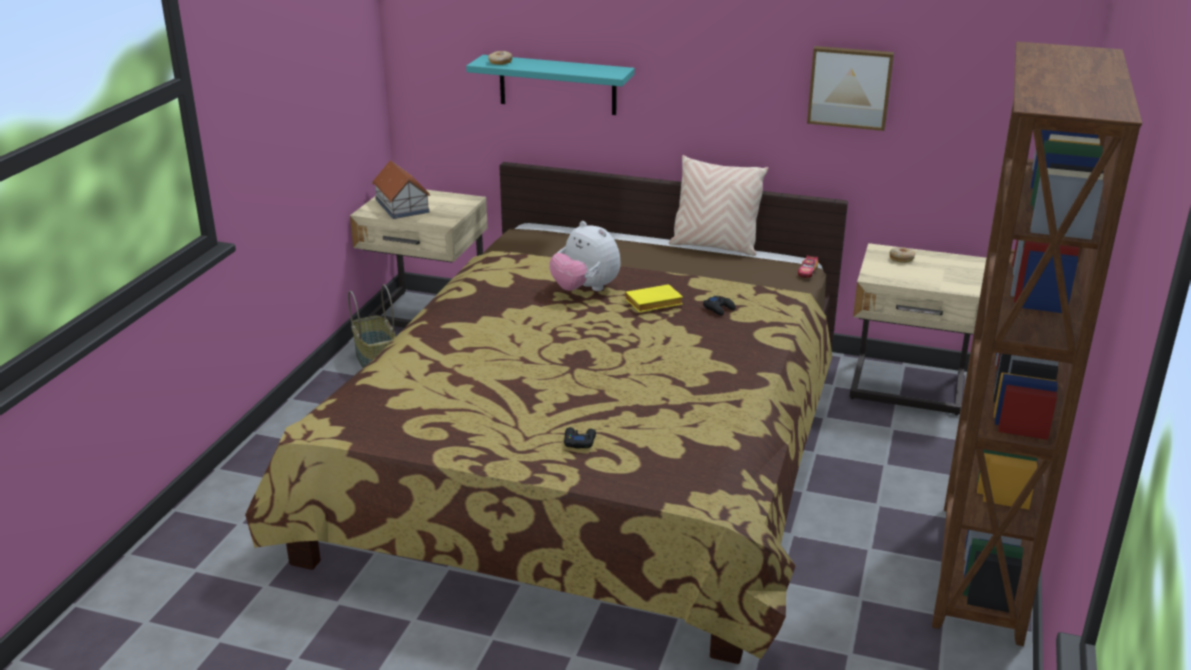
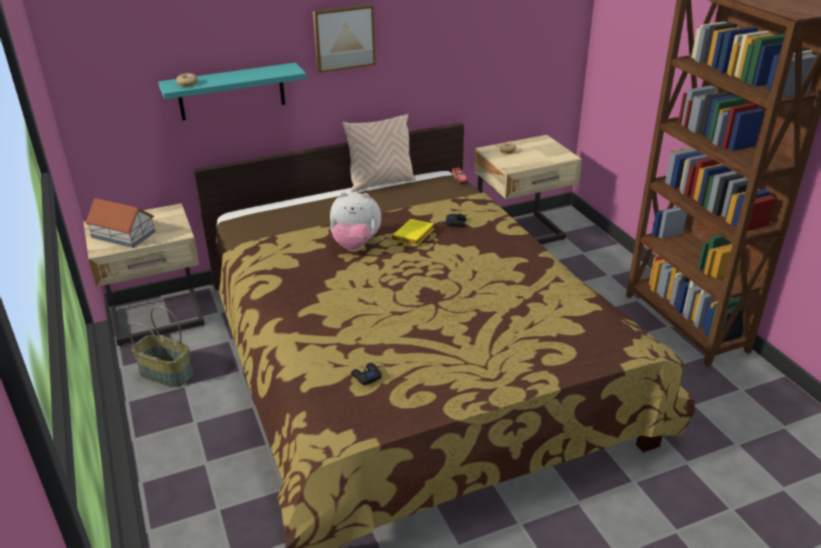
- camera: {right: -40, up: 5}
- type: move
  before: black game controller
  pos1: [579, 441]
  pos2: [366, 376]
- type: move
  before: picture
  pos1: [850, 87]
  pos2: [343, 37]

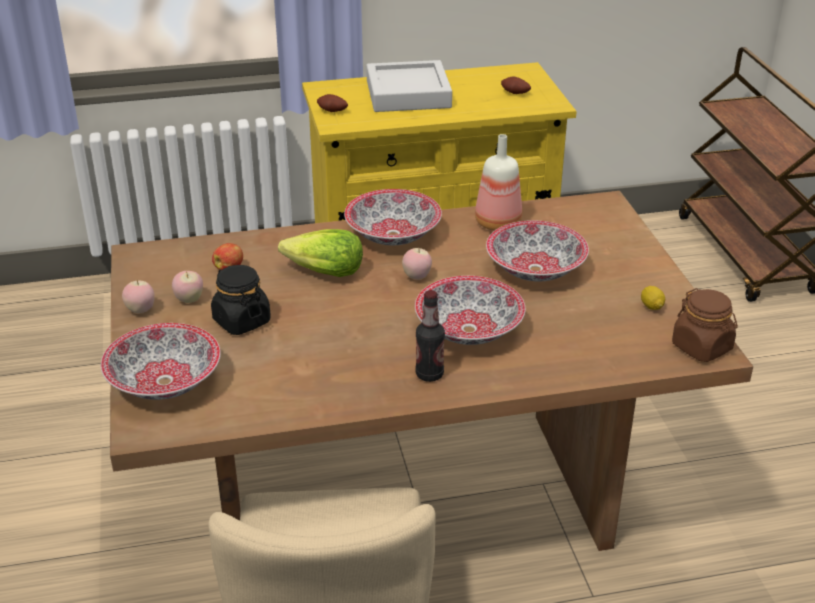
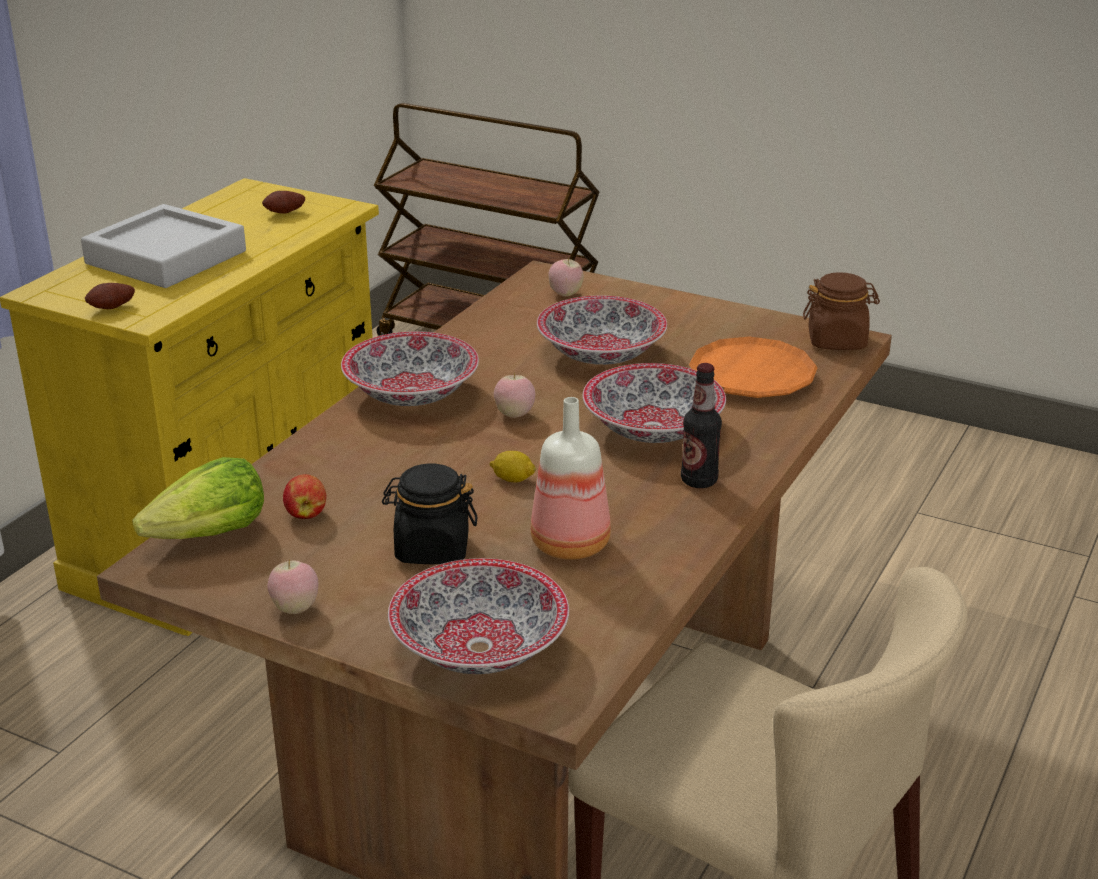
- camera: {right: -50, up: -5}
- type: insert
  after: orange plate
  pos2: [752, 376]
- type: move
  before: apple
  pos1: [189, 300]
  pos2: [565, 294]
- type: move
  before: lettuce
  pos1: [324, 272]
  pos2: [210, 535]
- type: move
  before: bottle
  pos1: [498, 224]
  pos2: [573, 545]
- type: move
  before: lemon
  pos1: [651, 306]
  pos2: [513, 479]

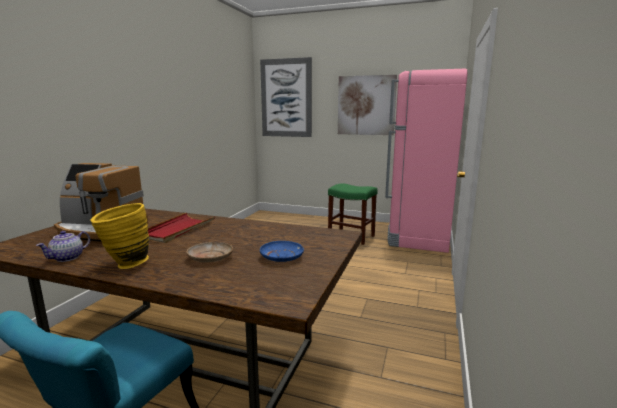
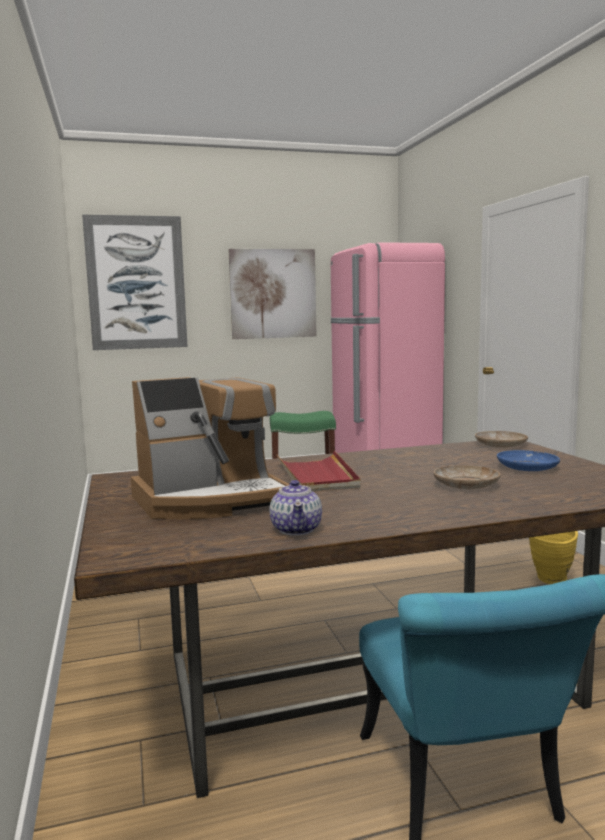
- camera: {right: -35, up: -5}
- type: insert
  after: beige plate
  pos2: [500, 445]
- type: move
  before: yellow vase
  pos1: [125, 265]
  pos2: [551, 581]

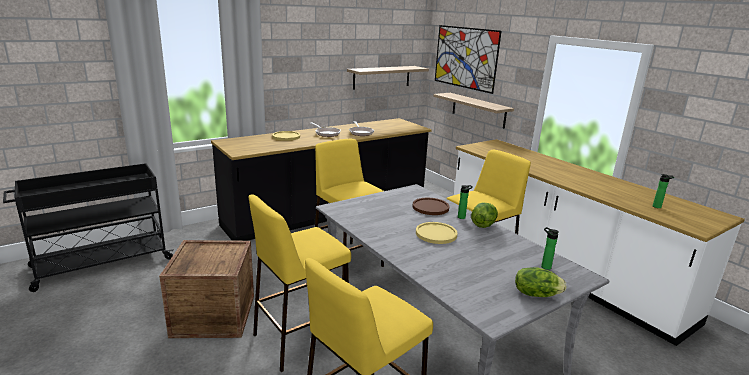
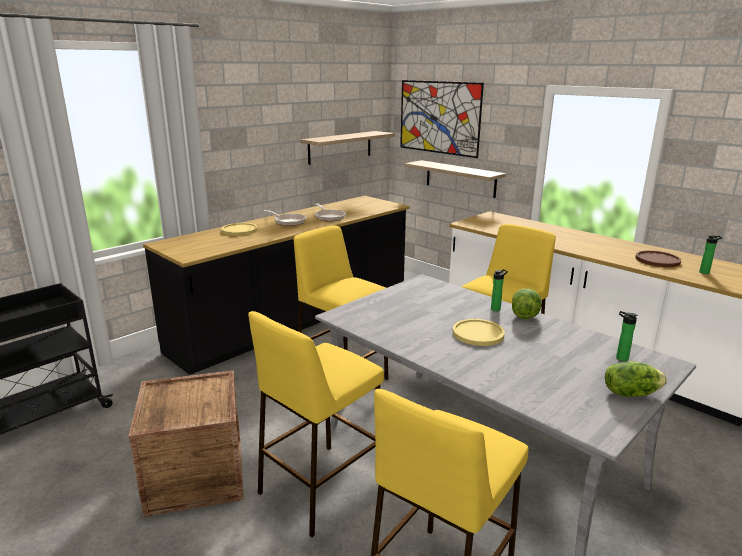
- camera: {right: -10, up: 0}
- type: move
  before: brown plate
  pos1: [430, 207]
  pos2: [657, 260]

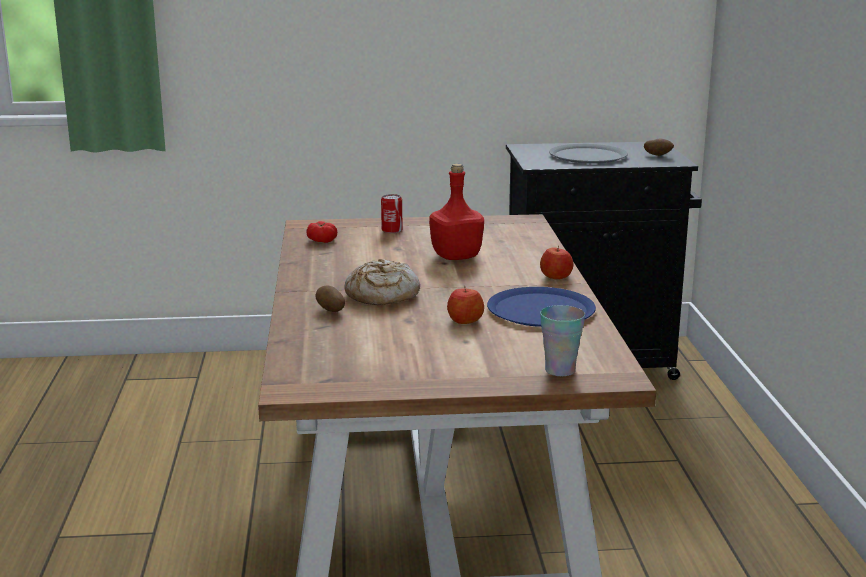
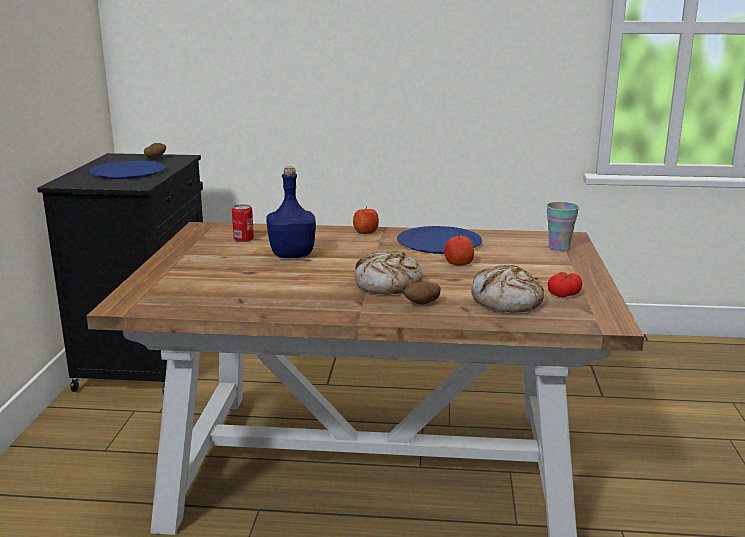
- camera: {right: -80, up: 0}
- type: insert
  after: bread
  pos2: [507, 301]
- type: move
  before: tomato
  pos1: [321, 240]
  pos2: [564, 294]
- type: move
  before: can
  pos1: [392, 230]
  pos2: [243, 239]
- type: recolor
  before: red bottle
  after: blue bottle
  pos1: [455, 256]
  pos2: [292, 255]
- type: recolor
  before: grey plate
  after: blue plate
  pos1: [587, 155]
  pos2: [128, 172]

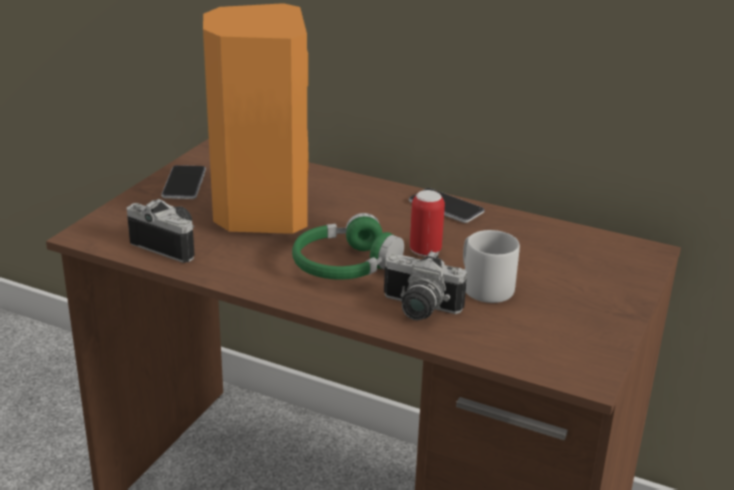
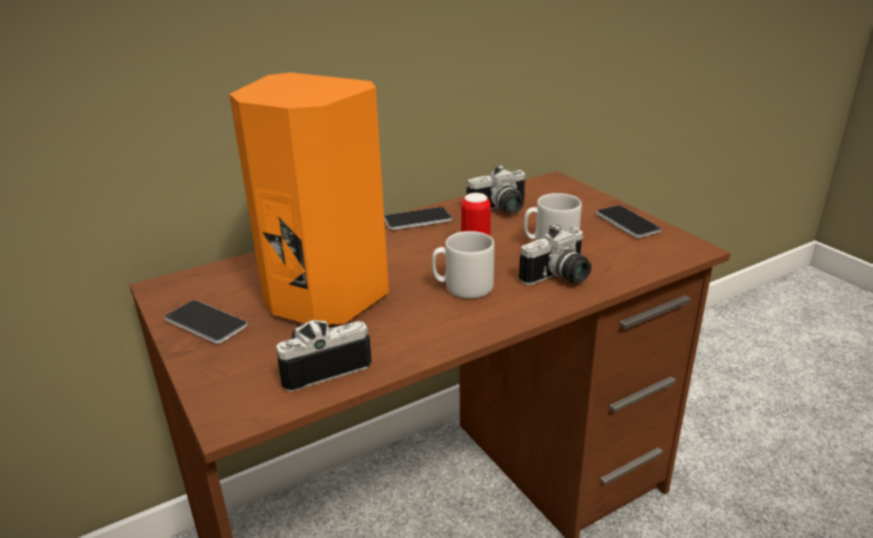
- camera: {right: -55, up: 0}
- type: insert
  after: photo camera
  pos2: [501, 210]
- type: insert
  after: phone
  pos2: [627, 223]
- type: replace
  before: green headphones
  after: grey mug
  pos1: [345, 265]
  pos2: [462, 287]

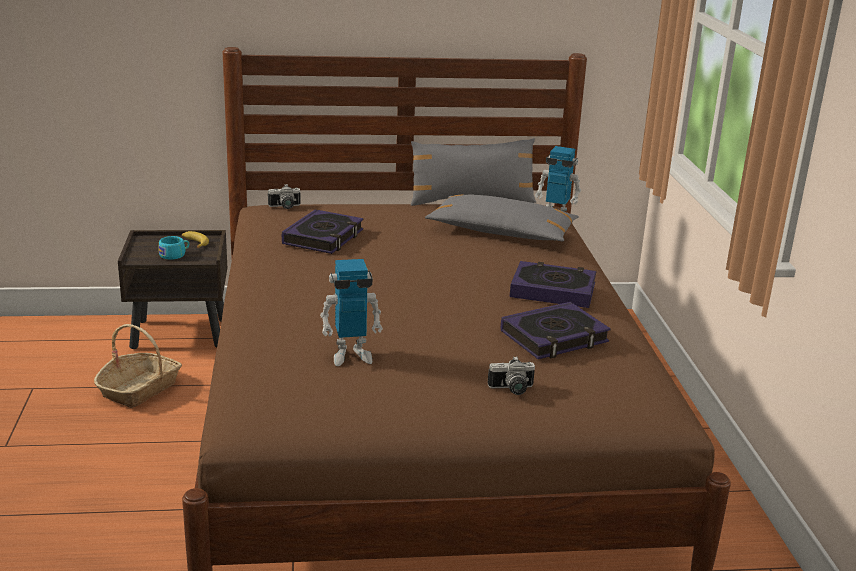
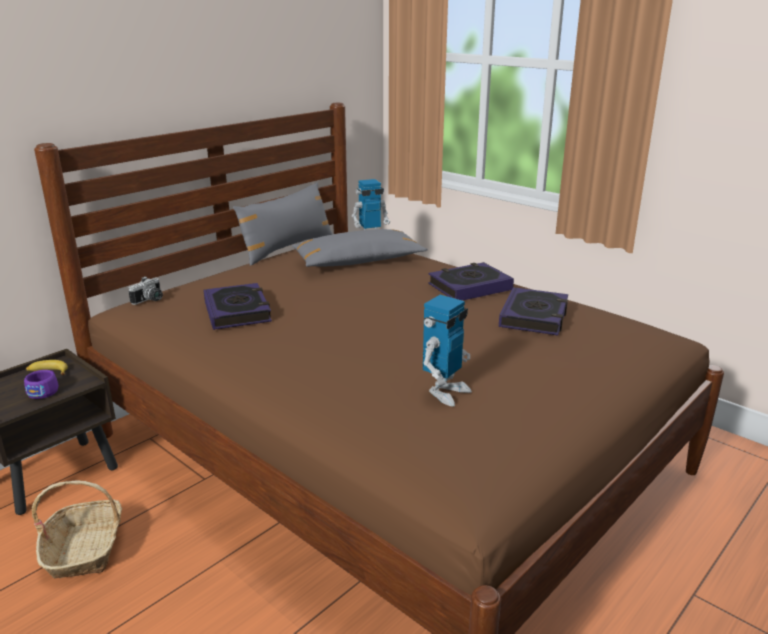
- camera: {right: -40, up: 0}
- type: delete
  before: photo camera
  pos1: [512, 390]
- type: recolor
  before: turquoise cup
  after: purple cup
  pos1: [175, 255]
  pos2: [45, 391]

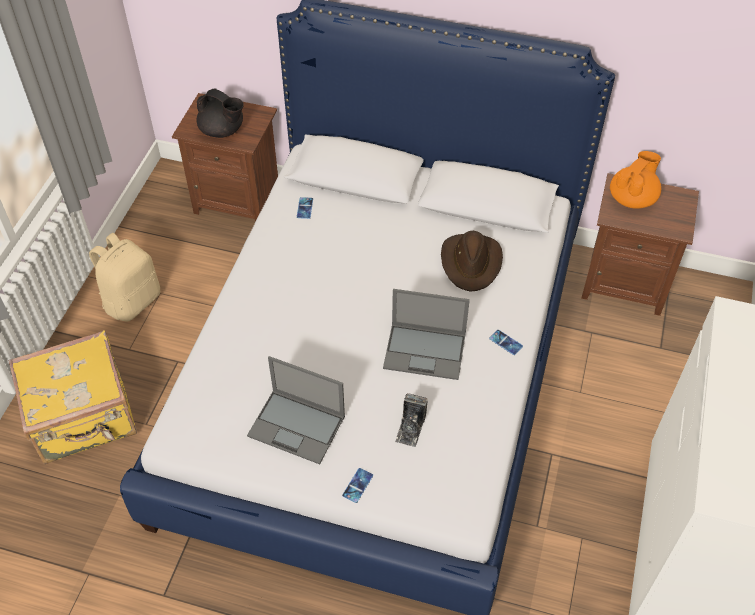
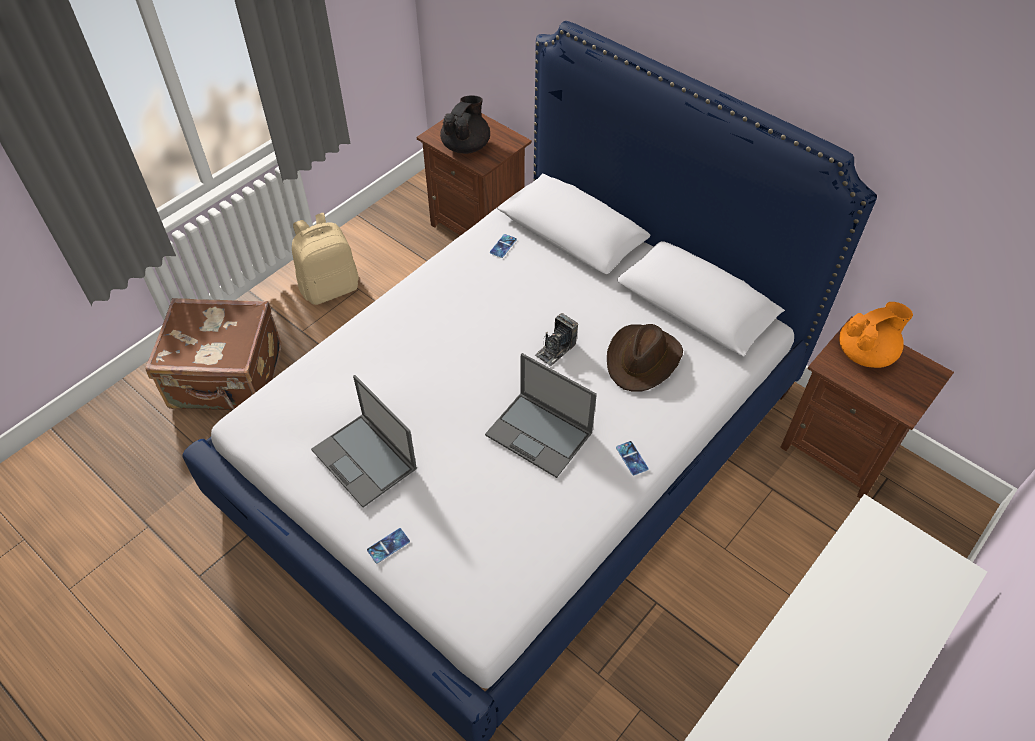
- camera: {right: 25, up: 0}
- type: move
  before: photo camera
  pos1: [410, 428]
  pos2: [555, 349]
- type: recolor
  before: yellow suitcase
  after: brown suitcase
  pos1: [84, 418]
  pos2: [227, 379]
- type: rotate
  before: black teapot
  pos1: [222, 130]
  pos2: [466, 146]
  turn: -120

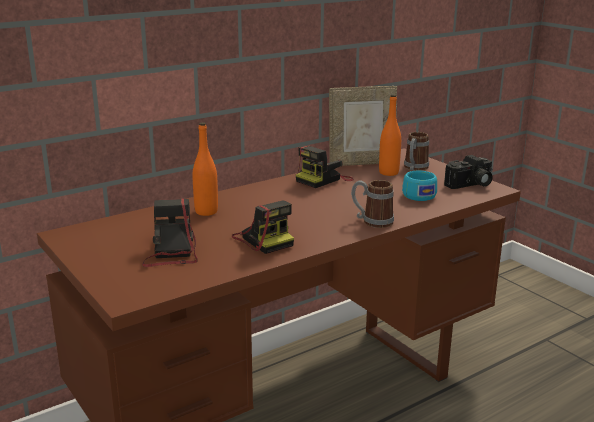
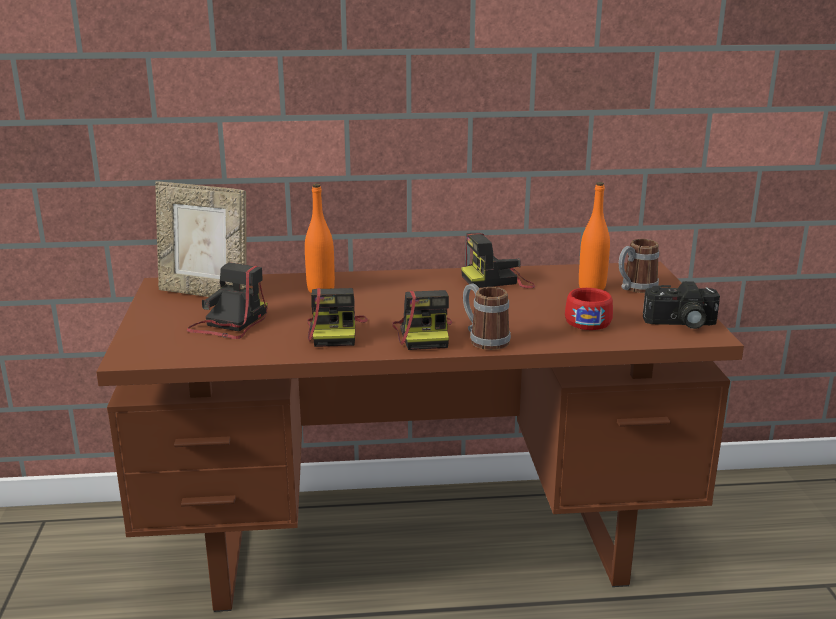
- camera: {right: 30, up: 0}
- type: insert
  after: photo camera
  pos2: [424, 334]
- type: move
  before: picture frame
  pos1: [361, 163]
  pos2: [206, 293]
- type: recolor
  before: turquoise cup
  after: red cup
  pos1: [417, 194]
  pos2: [588, 320]

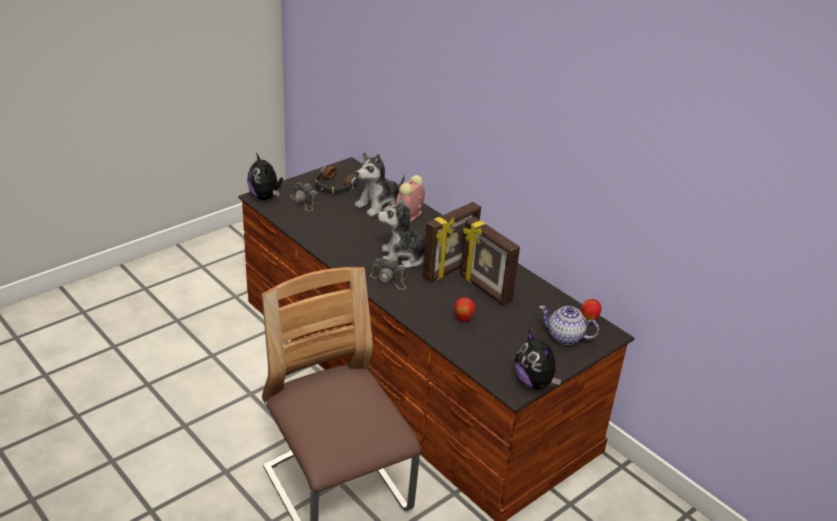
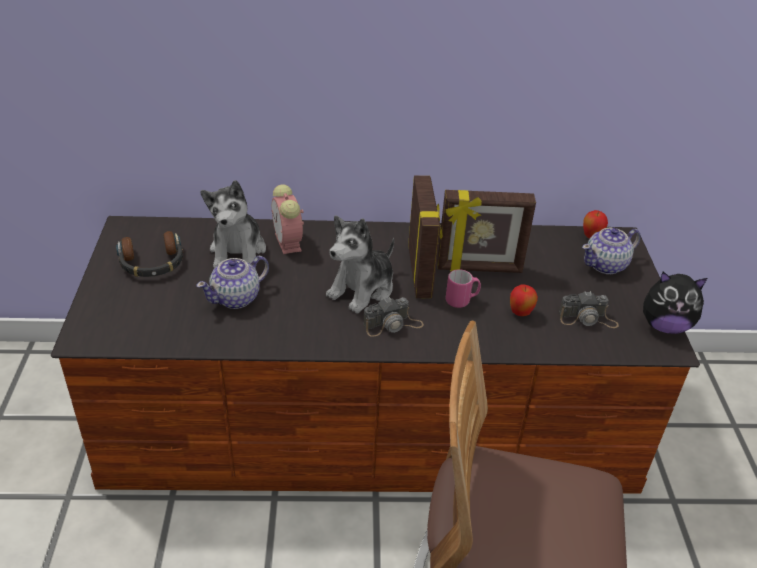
- camera: {right: -50, up: 5}
- type: delete
  before: plush toy
  pos1: [265, 197]
- type: insert
  after: teapot
  pos2: [236, 298]
- type: insert
  after: pink mug
  pos2: [462, 300]
- type: move
  before: photo camera
  pos1: [304, 201]
  pos2: [588, 319]

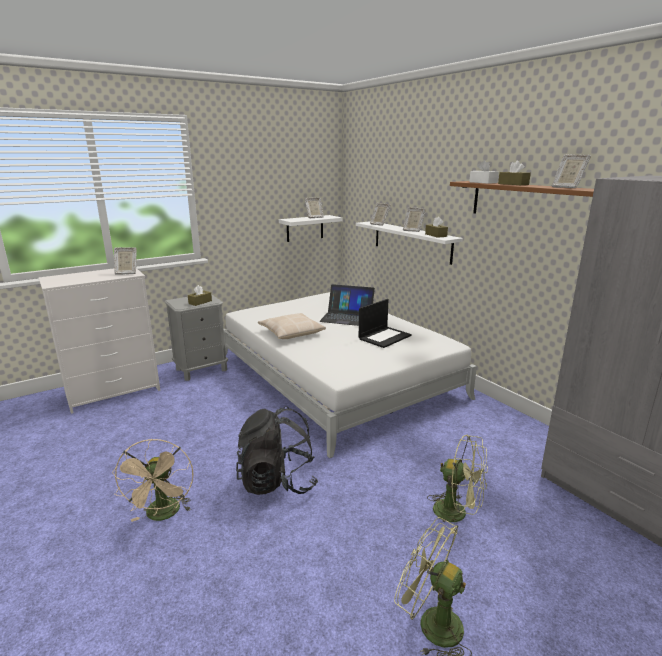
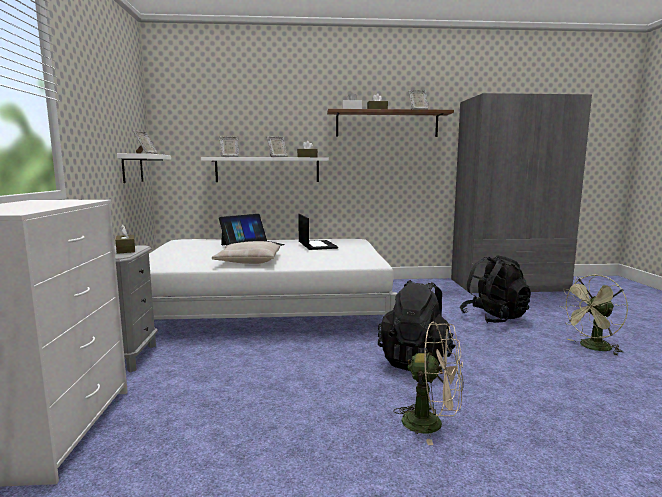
- camera: {right: -60, up: -10}
- type: delete
  before: picture frame
  pos1: [126, 273]
- type: replace
  before: green fan
  after: black backpack
  pos1: [457, 513]
  pos2: [494, 318]

